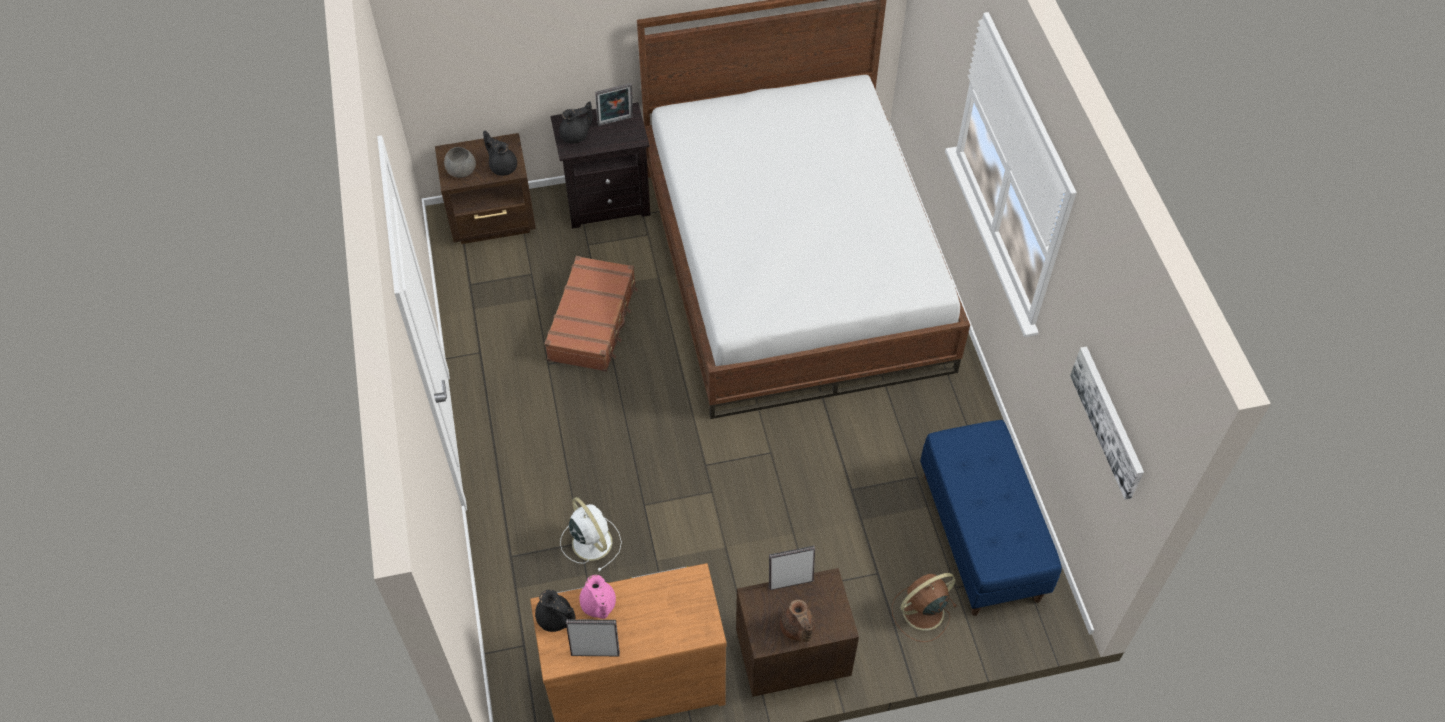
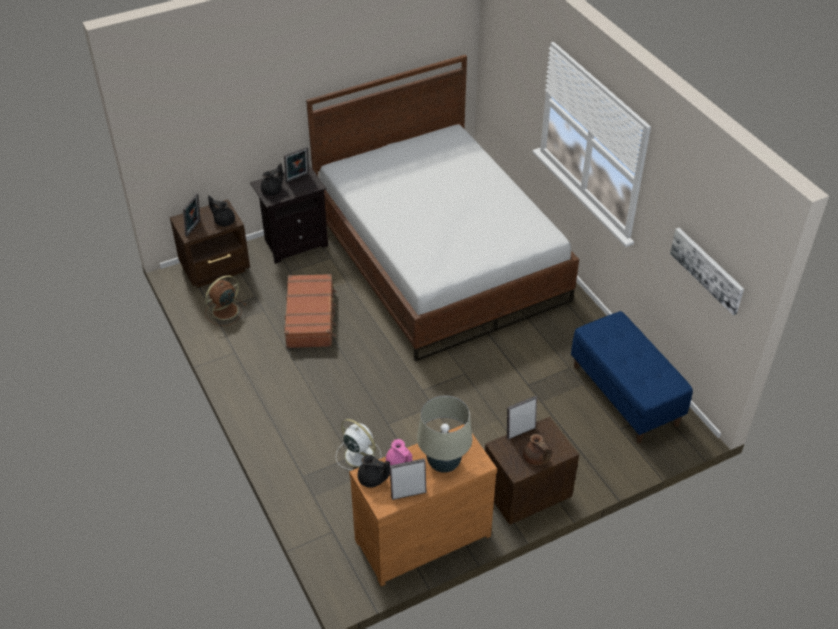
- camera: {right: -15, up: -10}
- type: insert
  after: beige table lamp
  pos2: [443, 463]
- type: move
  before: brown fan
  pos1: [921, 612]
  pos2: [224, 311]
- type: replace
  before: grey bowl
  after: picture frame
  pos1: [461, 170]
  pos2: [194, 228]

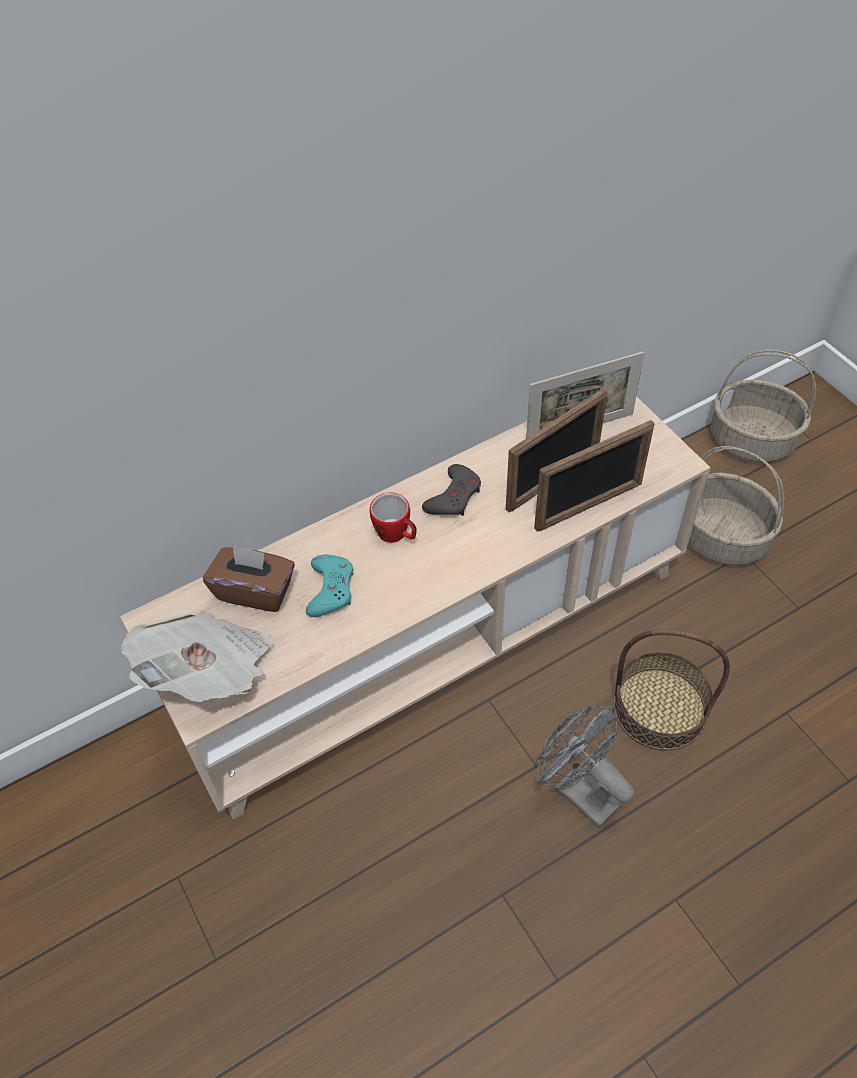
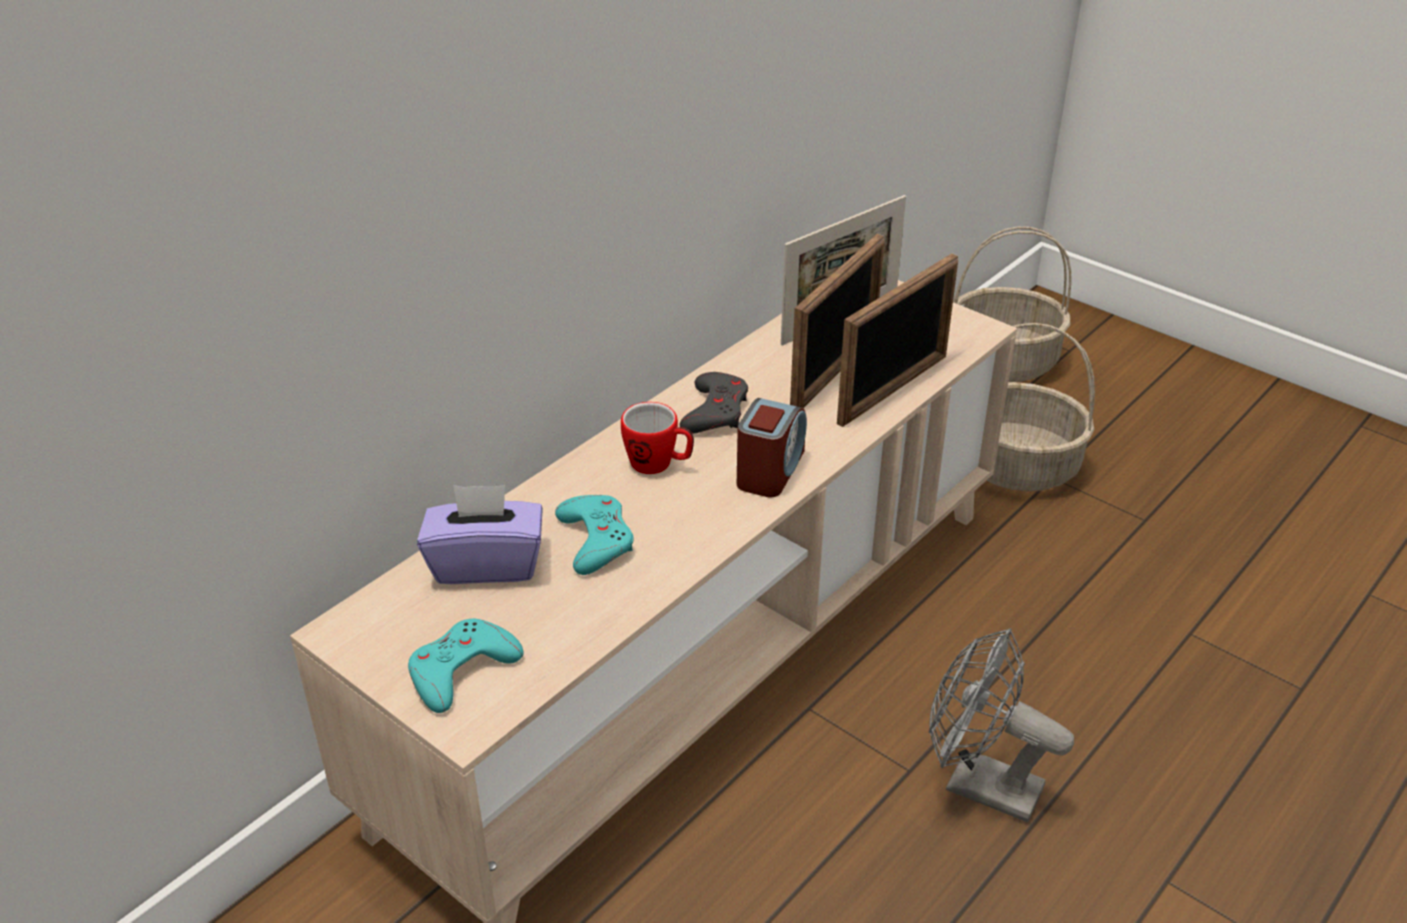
- camera: {right: -20, up: -15}
- type: delete
  before: basket
  pos1: [659, 708]
- type: insert
  after: alarm clock
  pos2: [770, 470]
- type: replace
  before: newspaper
  after: turquoise game controller
  pos1: [210, 672]
  pos2: [461, 670]
- type: recolor
  before: brown tissue box
  after: purple tissue box
  pos1: [255, 591]
  pos2: [486, 563]

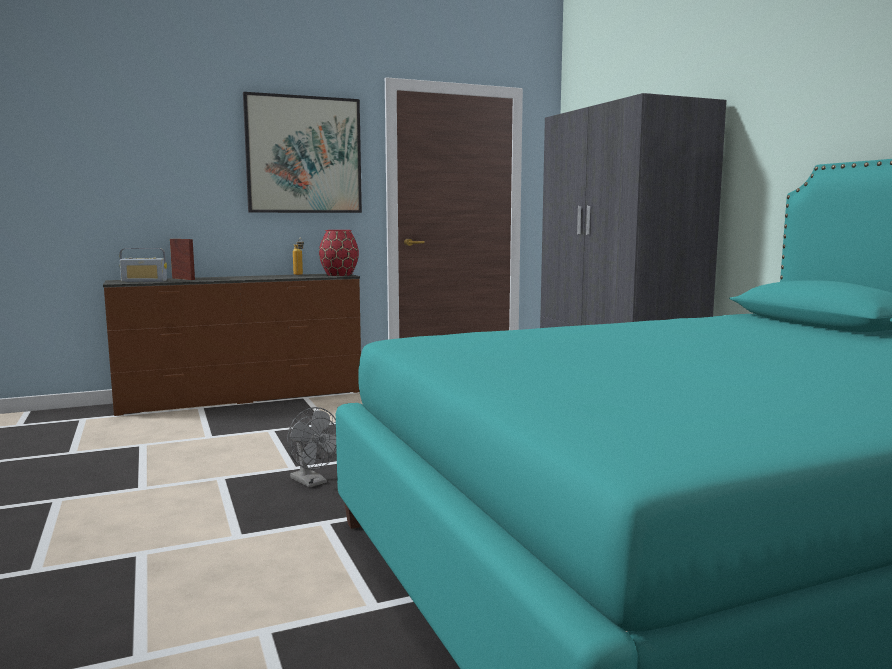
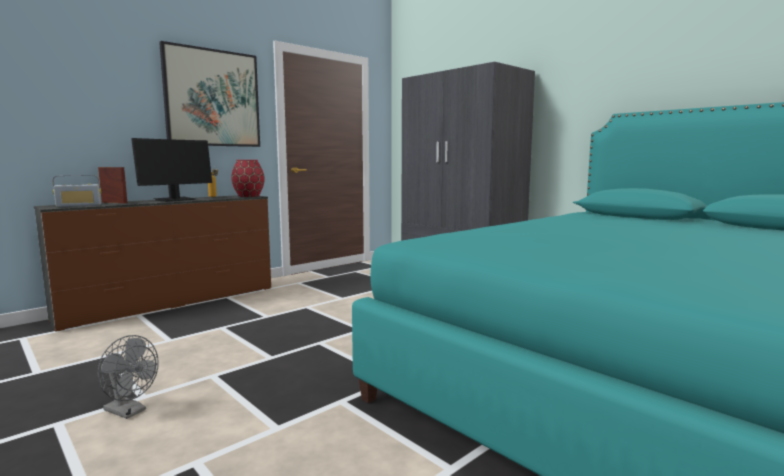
- camera: {right: -20, up: 0}
- type: insert
  after: monitor
  pos2: [175, 200]
- type: move
  before: grey fan
  pos1: [312, 482]
  pos2: [129, 411]

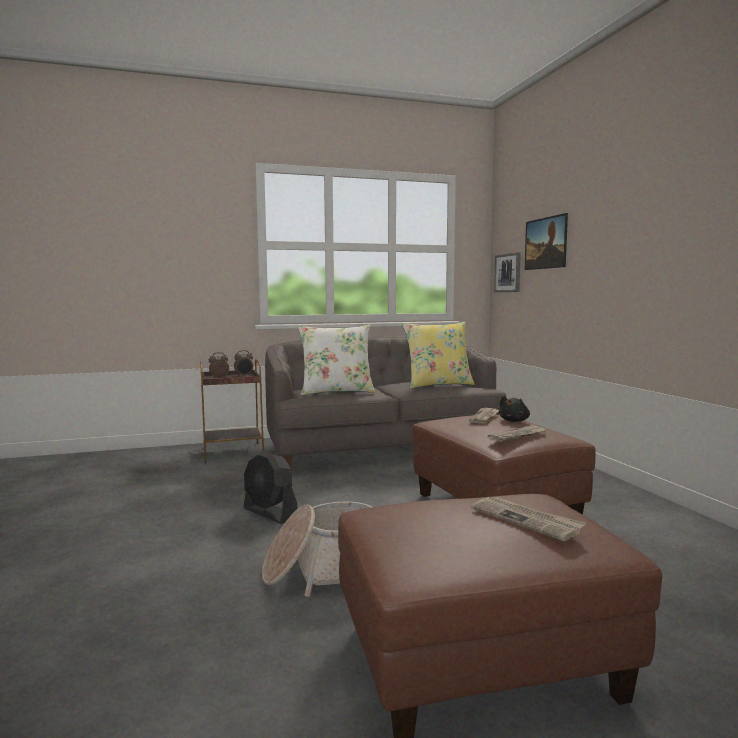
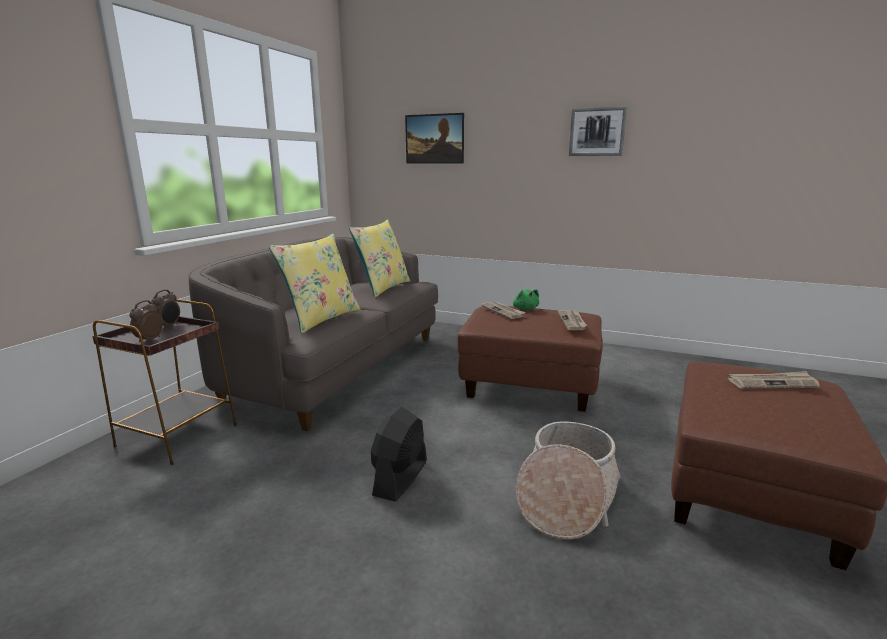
- camera: {right: -50, up: 10}
- type: move
  before: picture
  pos1: [508, 273]
  pos2: [597, 132]
- type: recolor
  before: white pillow
  after: yellow pillow
  pos1: [336, 392]
  pos2: [321, 319]
- type: recolor
  before: black plush toy
  after: green plush toy
  pos1: [514, 421]
  pos2: [525, 309]
- type: rotate
  before: black fan
  pos1: [270, 513]
  pos2: [400, 478]
  turn: 120

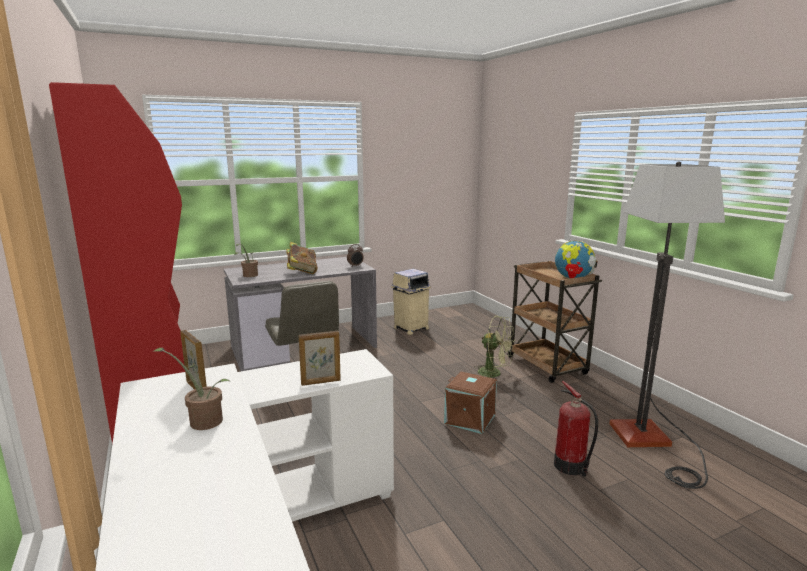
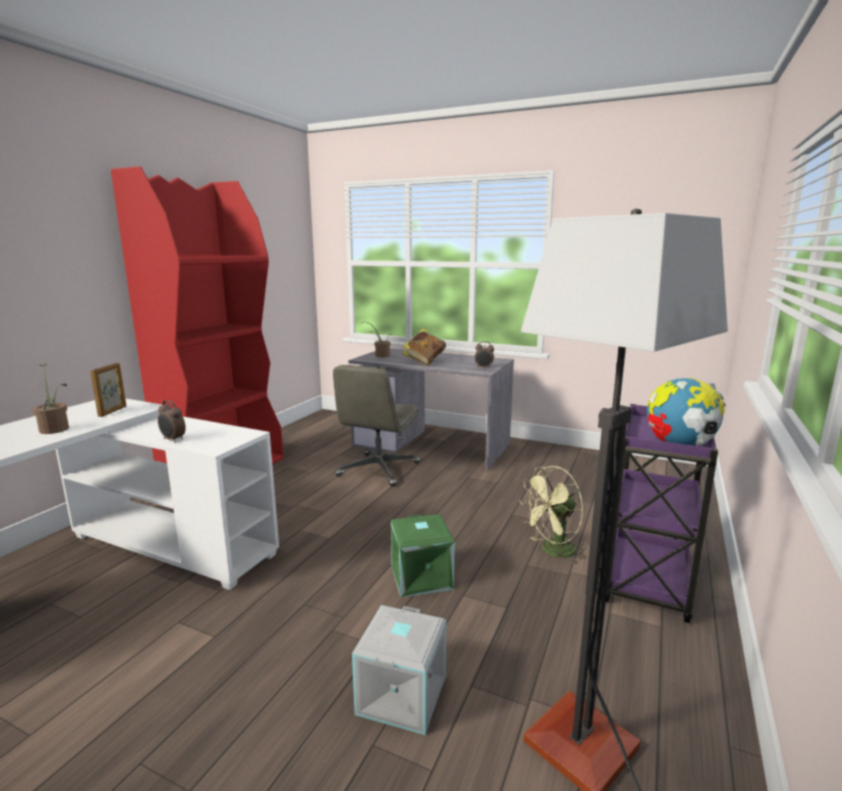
- camera: {right: 50, up: 0}
- type: delete
  before: beige trash can
  pos1: [410, 328]
- type: replace
  before: picture frame
  after: alarm clock
  pos1: [321, 382]
  pos2: [173, 440]
- type: replace
  before: fire extinguisher
  after: grey storage box
  pos1: [571, 467]
  pos2: [403, 696]
- type: recolor
  before: brown storage box
  after: green storage box
  pos1: [470, 419]
  pos2: [422, 577]
- type: recolor
  before: brown cart
  after: purple cart
  pos1: [547, 366]
  pos2: [647, 581]
- type: rotate
  before: green fan
  pos1: [494, 373]
  pos2: [553, 551]
  turn: 75

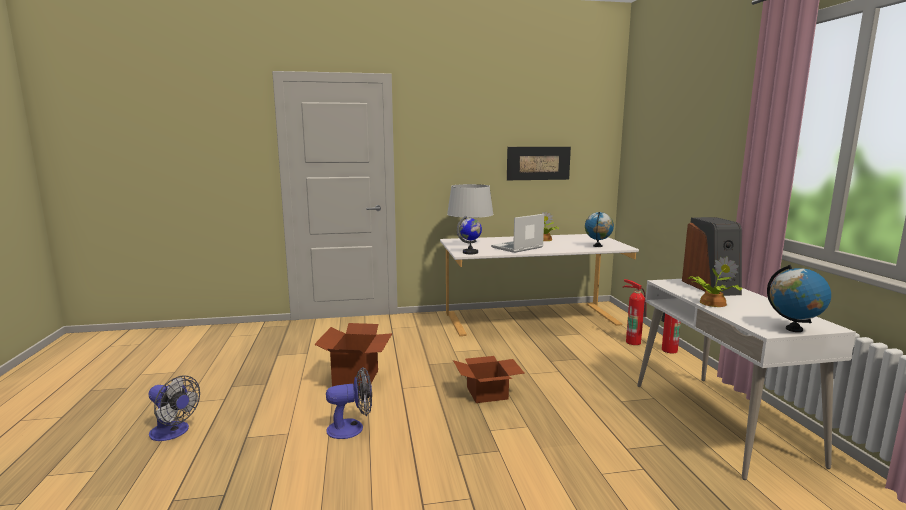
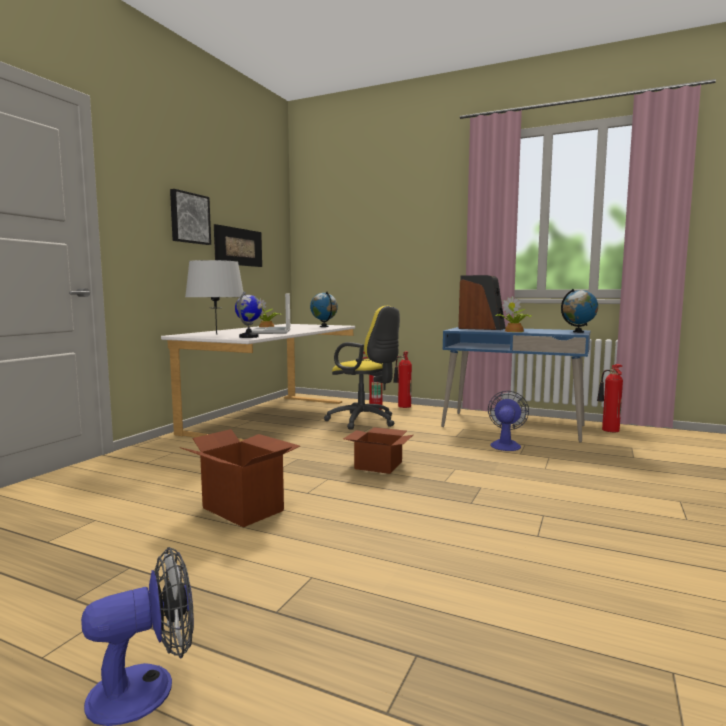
- camera: {right: -55, up: -5}
- type: insert
  after: picture
  pos2: [189, 218]
- type: insert
  after: yellow office chair
  pos2: [365, 421]
- type: insert
  after: fire extinguisher
  pos2: [609, 430]
- type: move
  before: fan
  pos1: [352, 428]
  pos2: [505, 444]
- type: recolor
  before: white desk
  after: blue desk
  pos1: [720, 422]
  pos2: [513, 426]

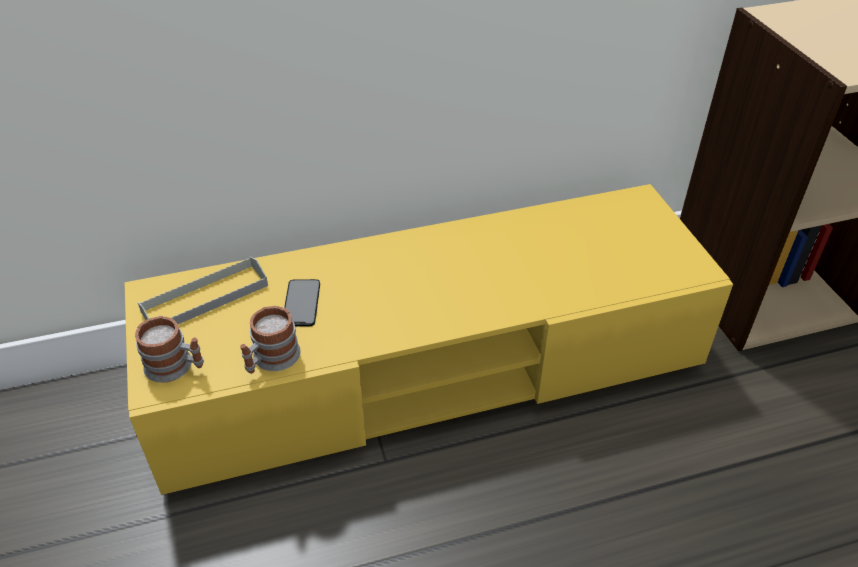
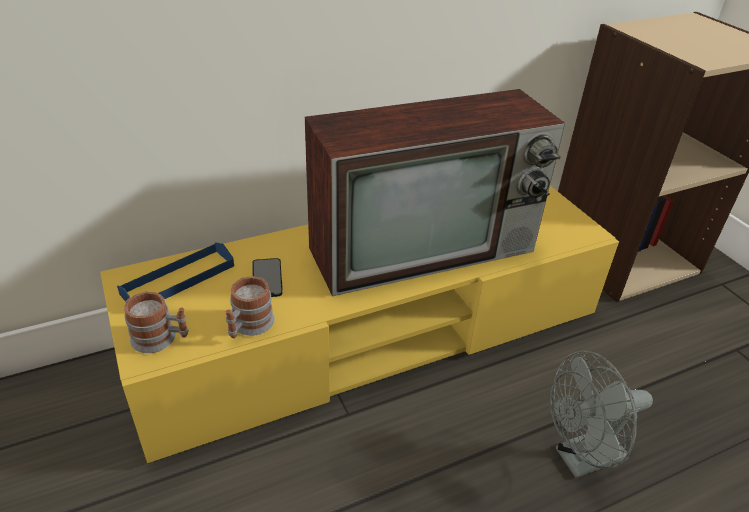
- camera: {right: -10, up: -5}
- type: insert
  after: television
  pos2: [425, 248]
- type: insert
  after: grey fan
  pos2: [581, 459]
- type: recolor
  before: grey tray
  after: blue tray
  pos1: [205, 298]
  pos2: [178, 280]

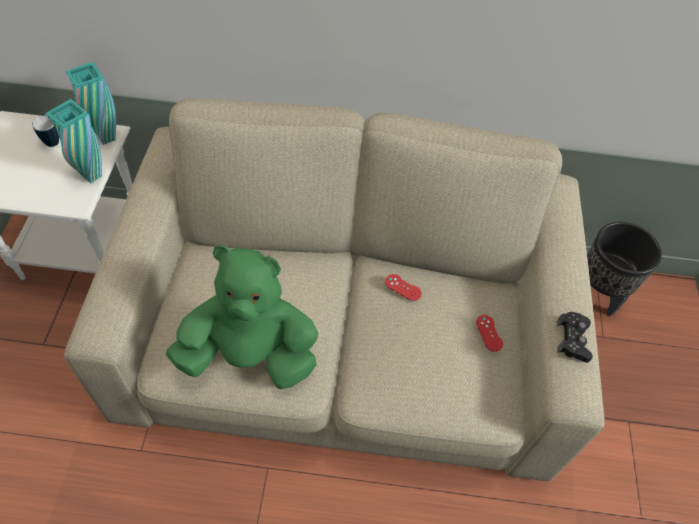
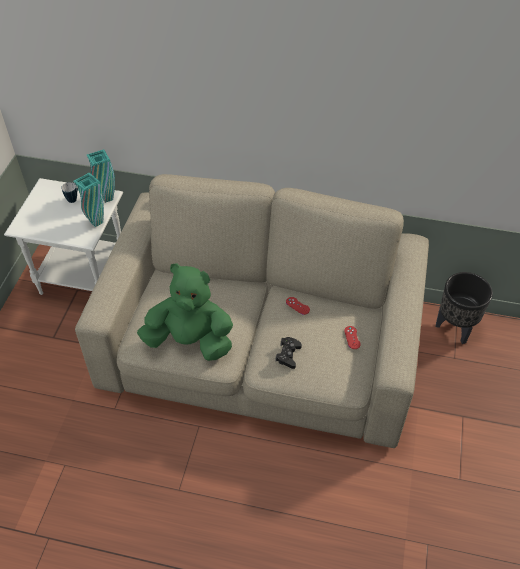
- camera: {right: 10, up: -5}
- type: move
  before: black game controller
  pos1: [573, 340]
  pos2: [288, 355]

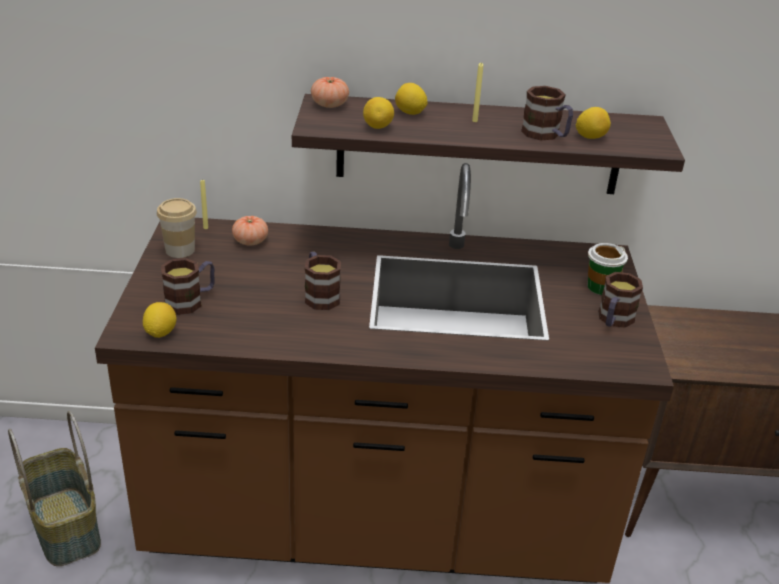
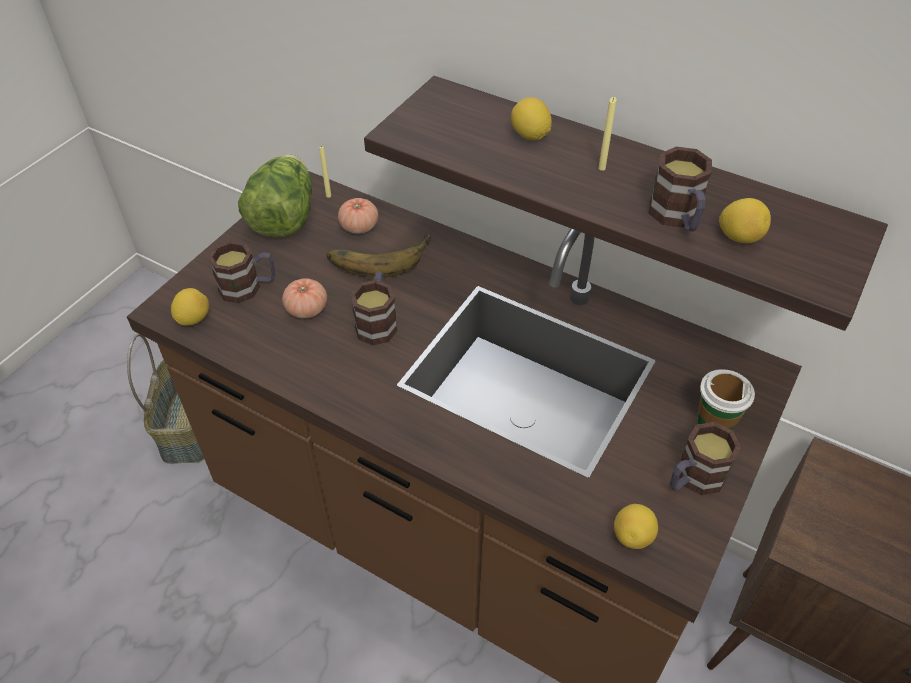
- camera: {right: 30, up: 15}
- type: insert
  after: banana
  pos2: [378, 255]
- type: move
  before: tomato
  pos1: [329, 105]
  pos2: [306, 309]
- type: move
  before: lemon
  pos1: [378, 127]
  pos2: [633, 536]
- type: replace
  before: cup
  after: lettuce
  pos1: [180, 250]
  pos2: [284, 218]

